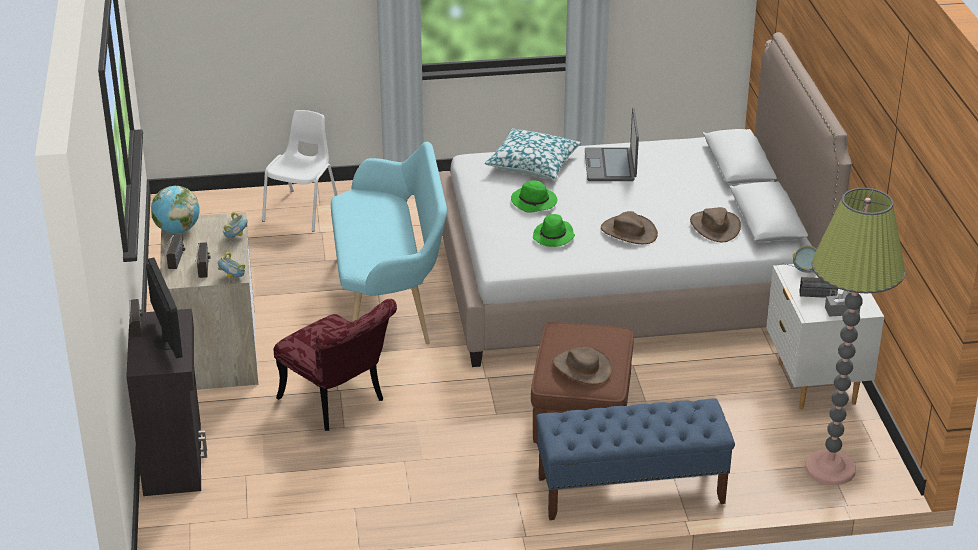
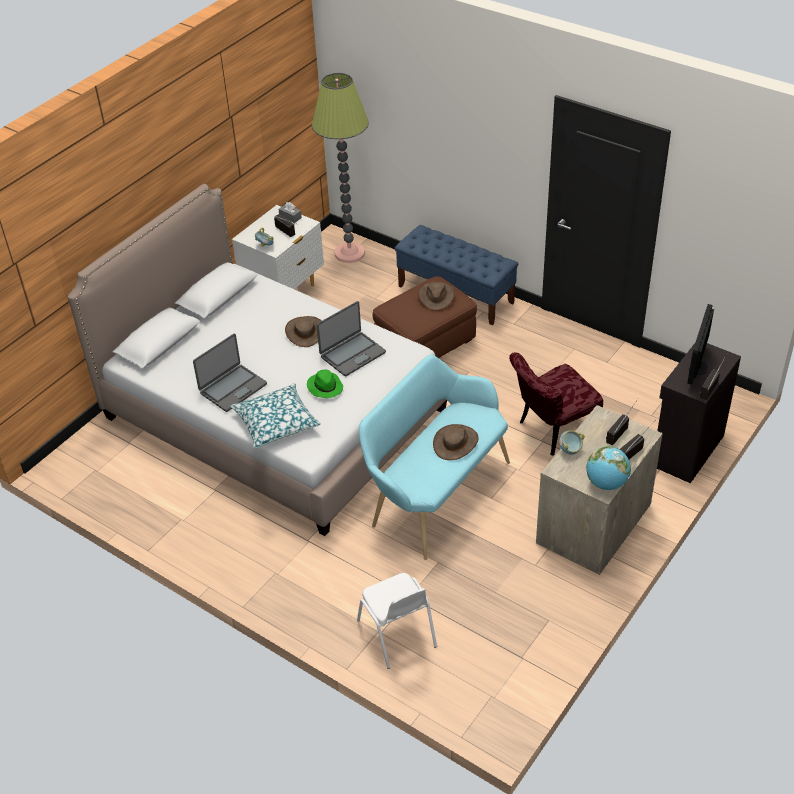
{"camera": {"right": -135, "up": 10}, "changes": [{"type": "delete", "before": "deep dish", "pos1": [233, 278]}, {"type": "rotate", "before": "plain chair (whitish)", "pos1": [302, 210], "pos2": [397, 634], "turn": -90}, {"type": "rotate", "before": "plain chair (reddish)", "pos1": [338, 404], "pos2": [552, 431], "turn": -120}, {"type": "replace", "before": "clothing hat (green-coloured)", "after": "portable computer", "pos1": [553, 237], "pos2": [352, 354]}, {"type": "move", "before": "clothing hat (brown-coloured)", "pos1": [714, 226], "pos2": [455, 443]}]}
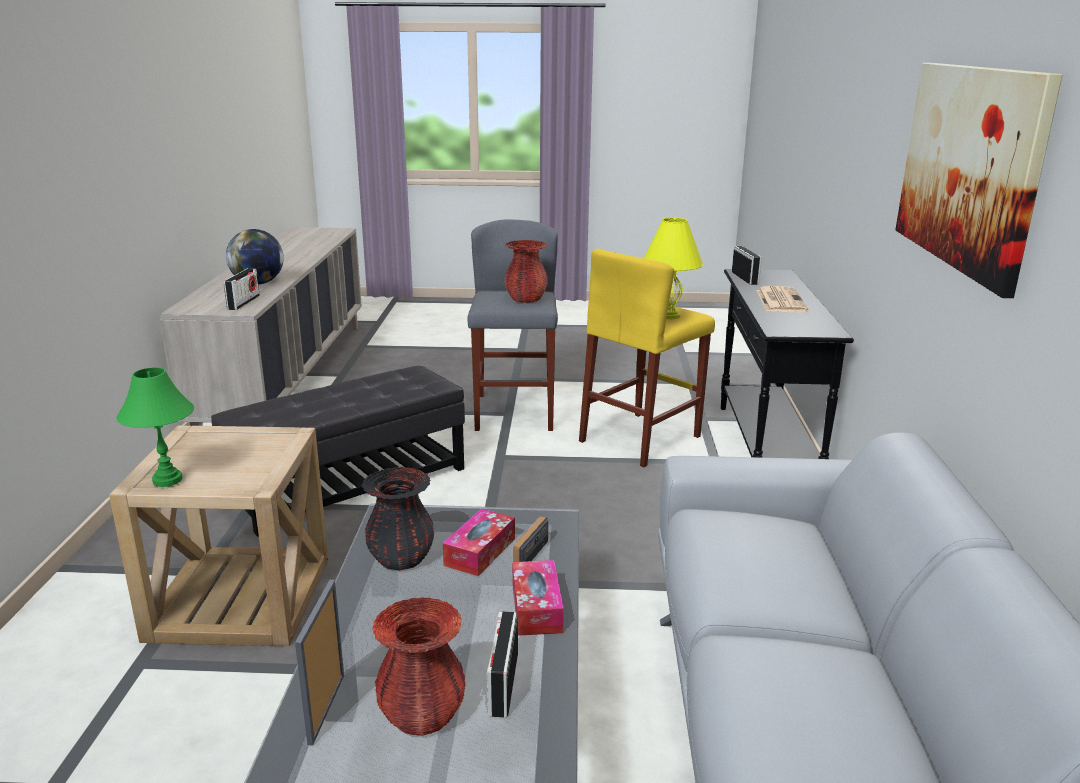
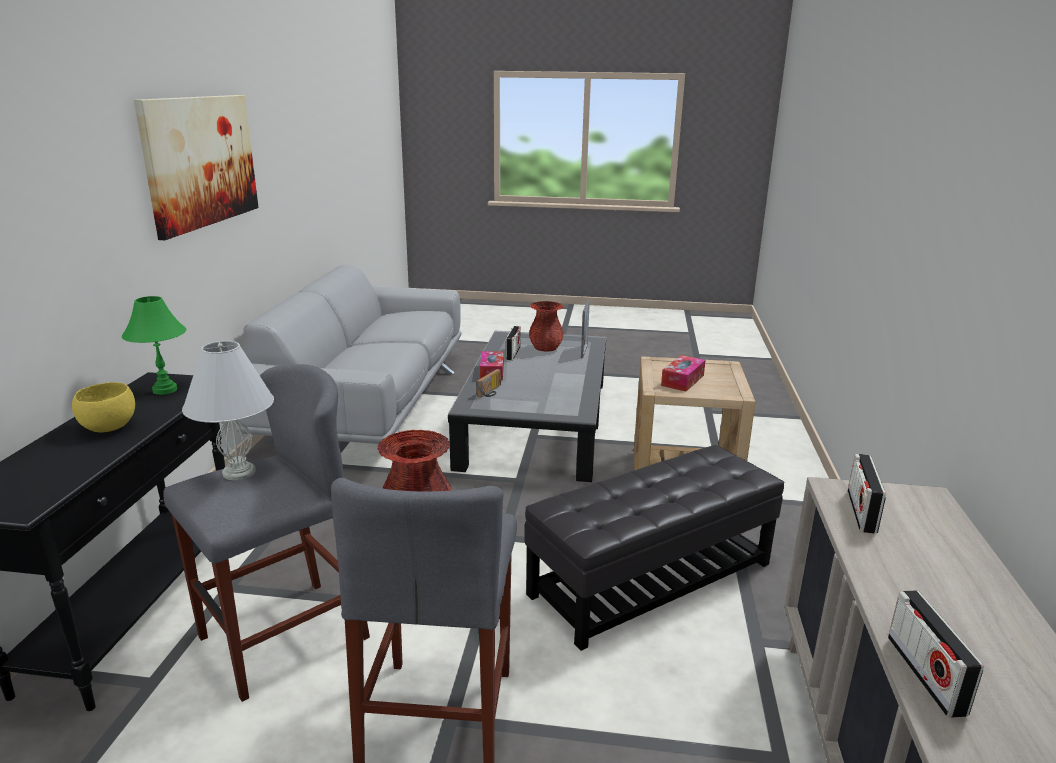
{"camera": {"right": -175, "up": 0}, "changes": [{"type": "move", "before": "table lamp (green-coloured)", "pos1": [167, 480], "pos2": [165, 390]}, {"type": "delete", "before": "globe", "pos1": [258, 283]}, {"type": "delete", "before": "flower vase (black)", "pos1": [401, 559]}, {"type": "move", "before": "tissue holder", "pos1": [480, 552], "pos2": [682, 380]}, {"type": "recolor", "before": "stool seat (yellowish)", "after": "stool seat (grey)", "pos1": [640, 439], "pos2": [283, 637]}, {"type": "recolor", "before": "table lamp (yellowish)", "after": "table lamp (whitish)", "pos1": [668, 316], "pos2": [240, 472]}, {"type": "move", "before": "radio receiver", "pos1": [745, 278], "pos2": [925, 675]}, {"type": "replace", "before": "daily paper", "after": "deep dish (yellowish)", "pos1": [780, 300], "pos2": [109, 427]}]}
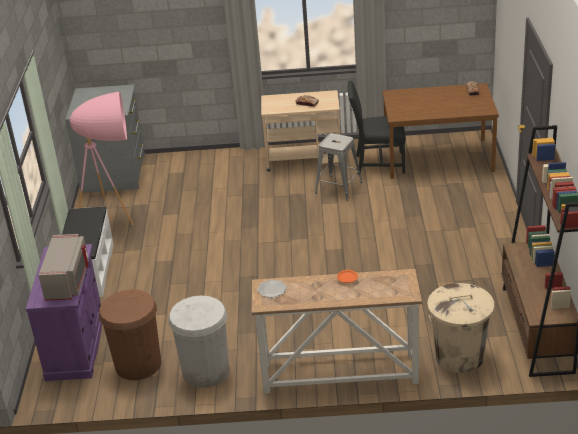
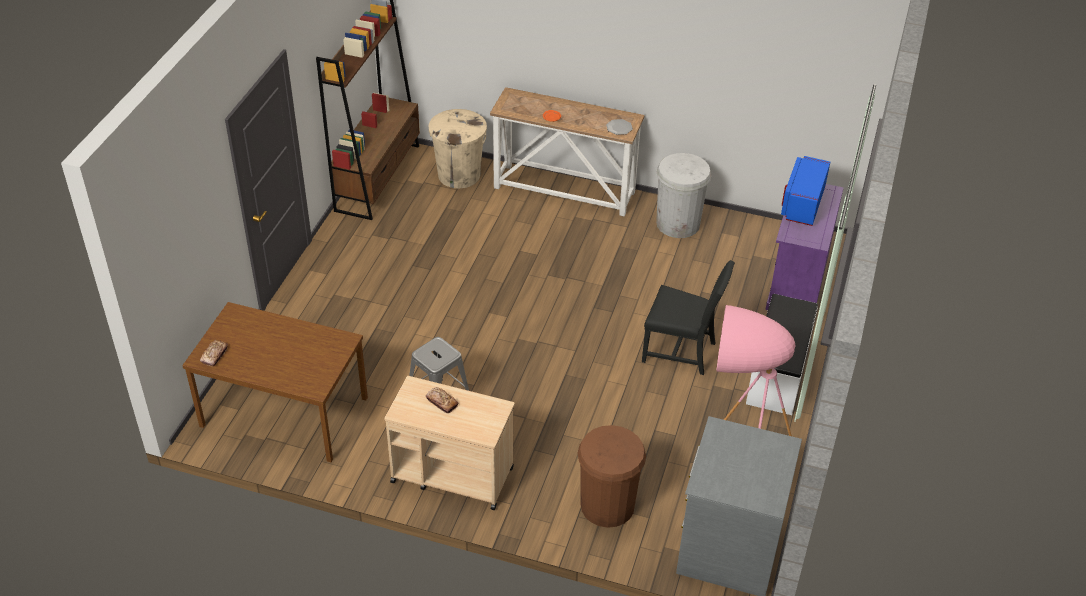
{"camera": {"right": -165, "up": 10}, "changes": [{"type": "recolor", "before": "microwave (grey)", "after": "microwave (blue-coloured)", "pos1": [68, 281], "pos2": [802, 203]}, {"type": "move", "before": "rubbish bin (brown-coloured)", "pos1": [138, 364], "pos2": [607, 505]}, {"type": "move", "before": "plain chair (black)", "pos1": [378, 163], "pos2": [681, 351]}]}
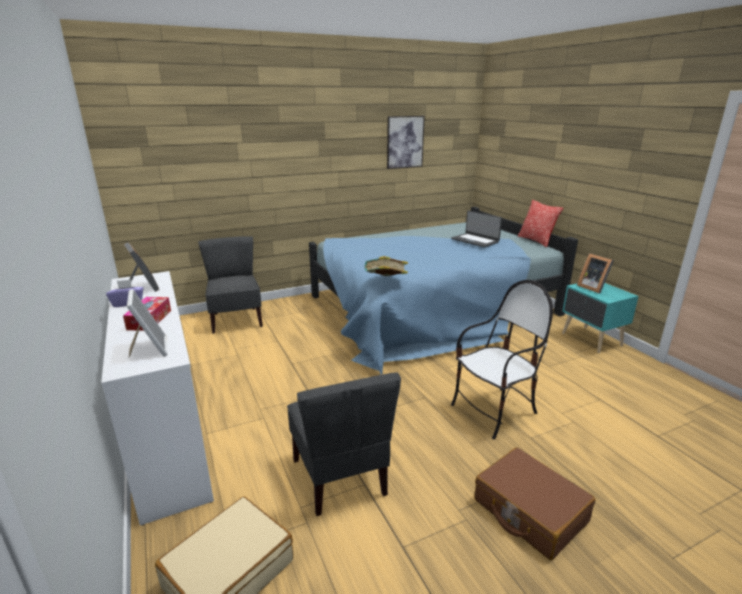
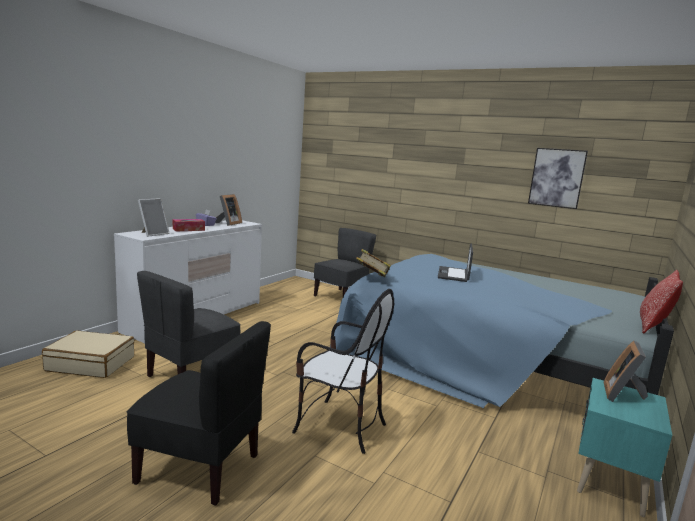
{"camera": {"right": 55, "up": -10}, "changes": [{"type": "move", "before": "portable computer", "pos1": [475, 240], "pos2": [454, 274]}, {"type": "replace", "before": "piece of luggage (brown-coloured)", "after": "plain chair (black)", "pos1": [529, 511], "pos2": [200, 468]}]}
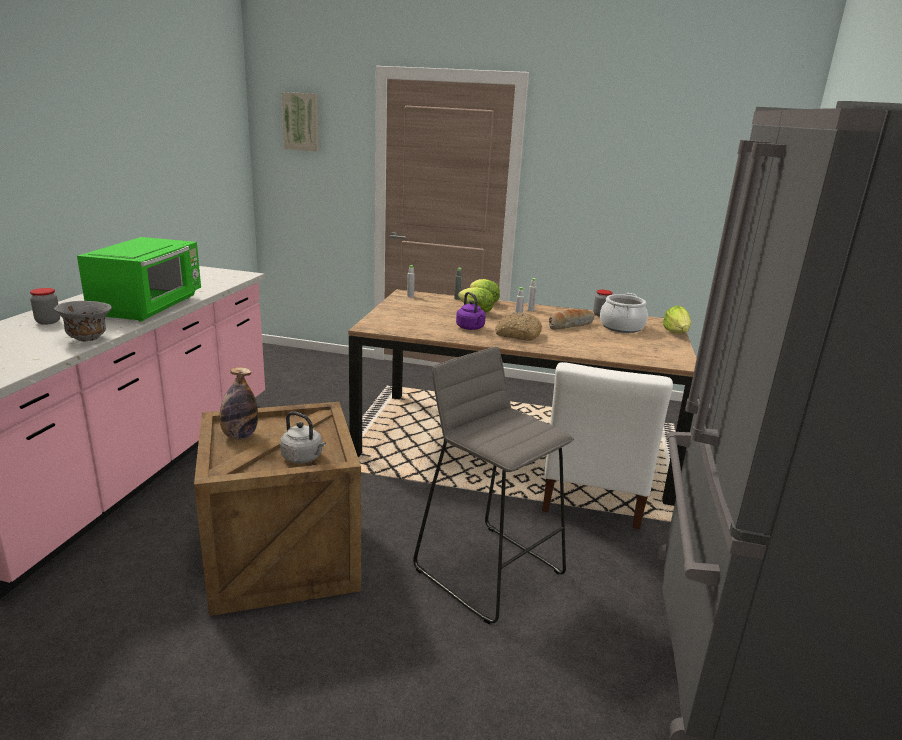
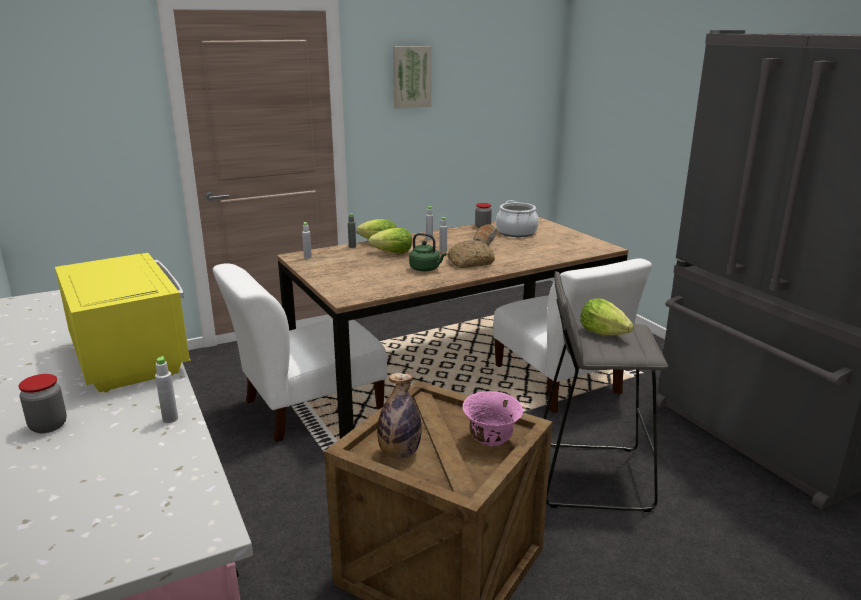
{"camera": {"right": -40, "up": 0}, "changes": [{"type": "replace", "before": "deep dish (grey)", "after": "bottle (grey)", "pos1": [88, 339], "pos2": [170, 419]}, {"type": "recolor", "before": "microwave (green-coloured)", "after": "microwave (yellowish)", "pos1": [150, 306], "pos2": [130, 357]}, {"type": "replace", "before": "kettle (grey)", "after": "deep dish (pink)", "pos1": [303, 458], "pos2": [491, 441]}, {"type": "move", "before": "wall picture", "pos1": [301, 122], "pos2": [411, 77]}, {"type": "recolor", "before": "kettle (purple)", "after": "kettle (green-coloured)", "pos1": [471, 328], "pos2": [426, 269]}, {"type": "move", "before": "head of lettuce", "pos1": [676, 333], "pos2": [603, 333]}, {"type": "insert", "after": "plain chair (whitish)", "pos2": [308, 407]}]}
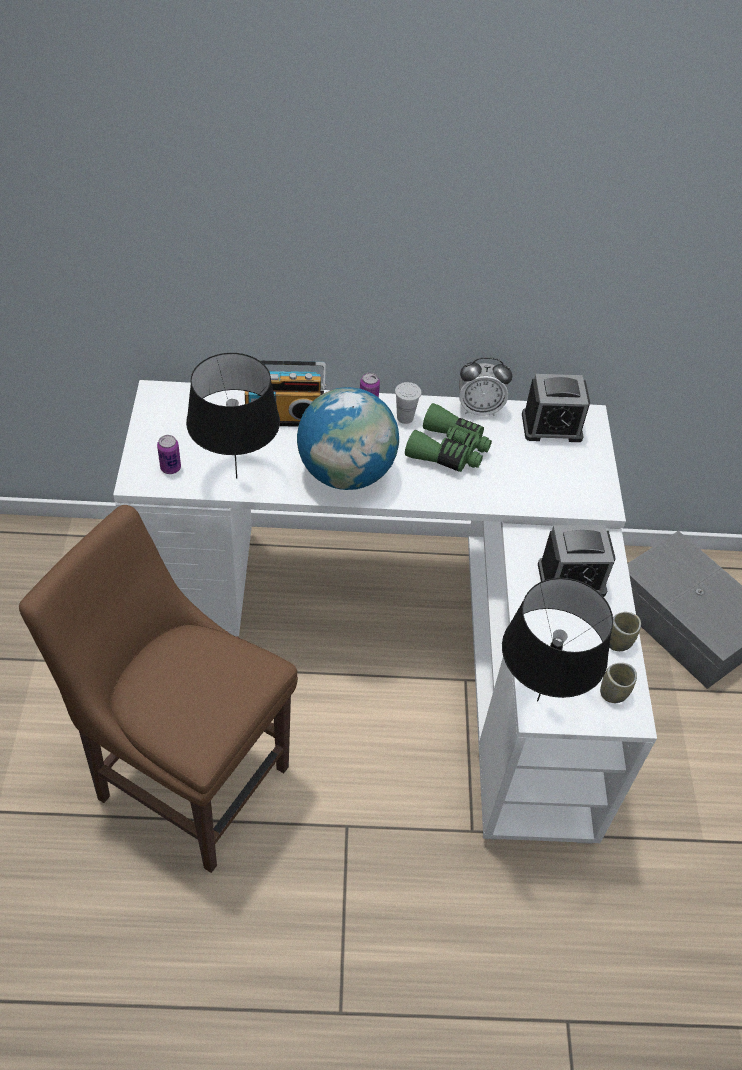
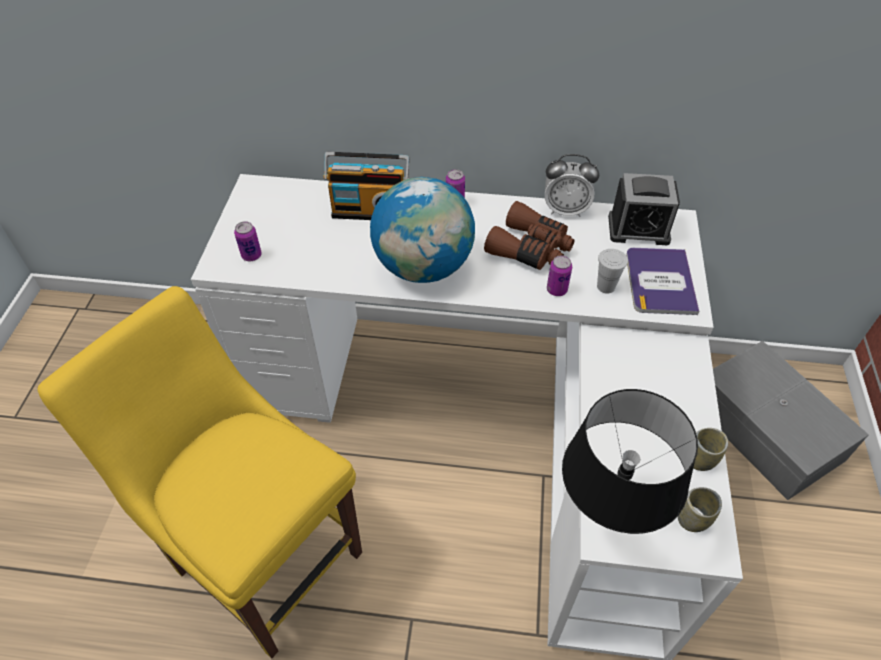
{"camera": {"right": 10, "up": 0}, "changes": [{"type": "recolor", "before": "plain chair (brown-coloured)", "after": "plain chair (yellowish)", "pos1": [187, 777], "pos2": [264, 555]}, {"type": "delete", "before": "table lamp (black)", "pos1": [235, 478]}, {"type": "move", "before": "drinking cup (whitish)", "pos1": [405, 418], "pos2": [606, 286]}, {"type": "recolor", "before": "field glasses (green-coloured)", "after": "field glasses (brown-coloured)", "pos1": [449, 450], "pos2": [530, 248]}, {"type": "delete", "before": "alarm clock", "pos1": [571, 578]}, {"type": "insert", "after": "sealed can", "pos2": [556, 290]}, {"type": "insert", "after": "volume", "pos2": [660, 281]}]}
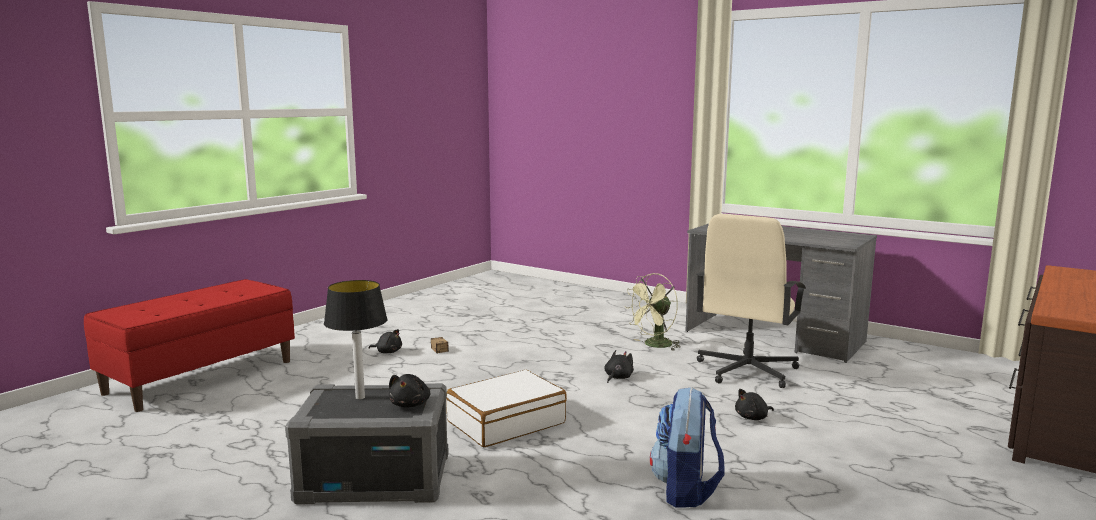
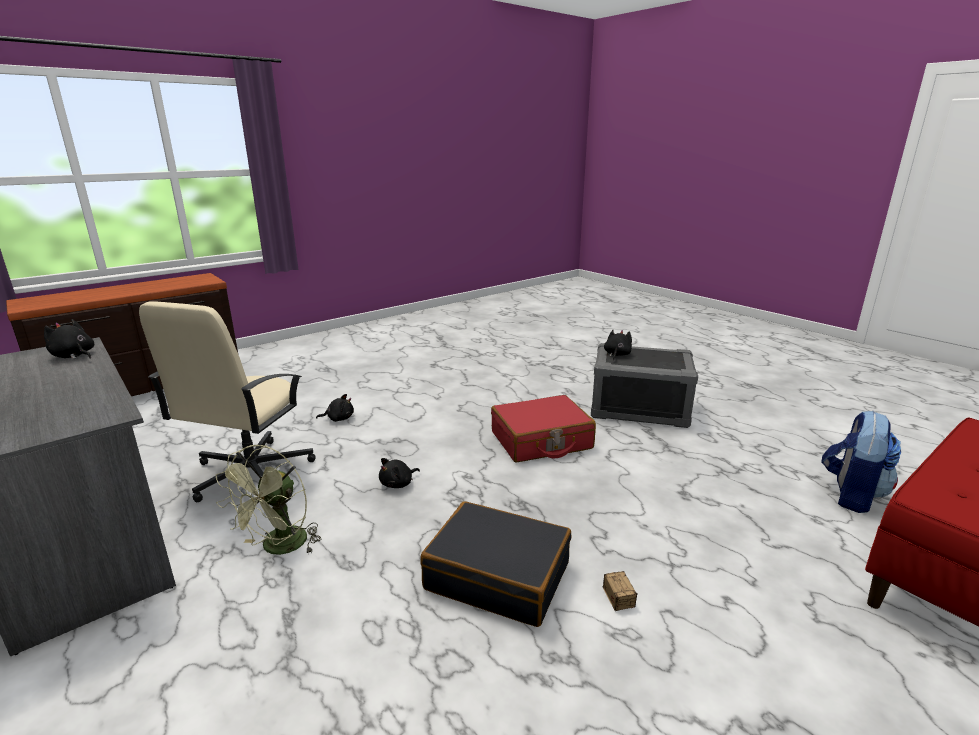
{"camera": {"right": -165, "up": 10}, "changes": [{"type": "delete", "before": "table lamp", "pos1": [359, 398]}, {"type": "move", "before": "cuddly toy (black)", "pos1": [388, 352], "pos2": [74, 356]}, {"type": "recolor", "before": "piece of luggage (whitish)", "after": "piece of luggage (reddish)", "pos1": [506, 422], "pos2": [541, 441]}, {"type": "rotate", "before": "fan (green-coloured)", "pos1": [654, 345], "pos2": [279, 548], "turn": 135}, {"type": "move", "before": "backpack", "pos1": [686, 490], "pos2": [851, 494]}, {"type": "rotate", "before": "desk chair (beige-coloured)", "pos1": [746, 371], "pos2": [250, 473], "turn": 150}, {"type": "insert", "after": "piece of luggage (black)", "pos2": [498, 575]}]}
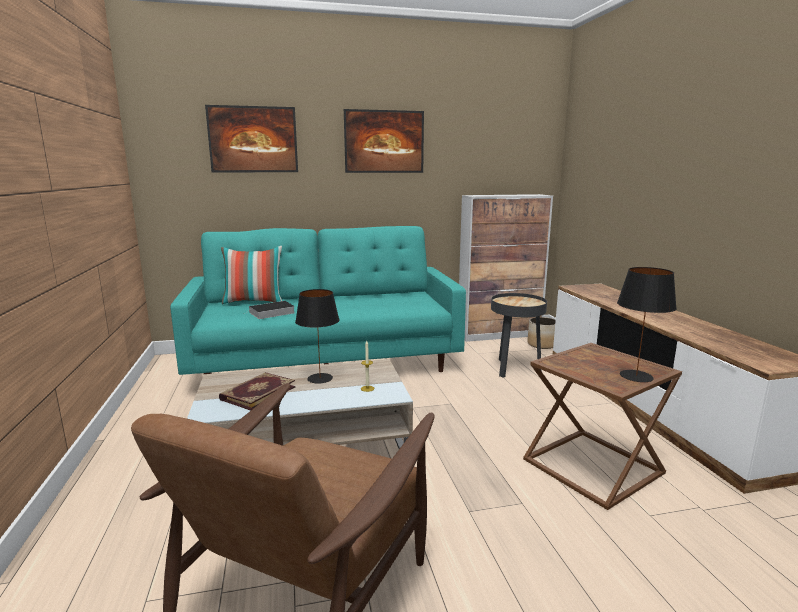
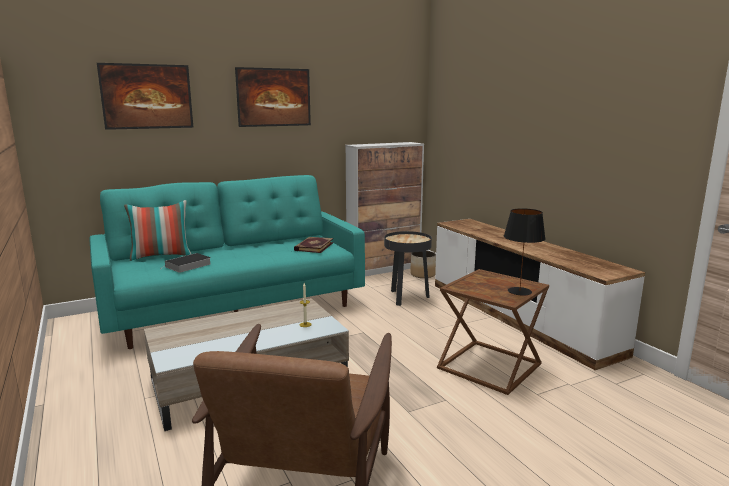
{"camera": {"right": -15, "up": 0}, "changes": [{"type": "move", "before": "volume", "pos1": [257, 393], "pos2": [313, 246]}, {"type": "delete", "before": "table lamp (black)", "pos1": [320, 378]}]}
